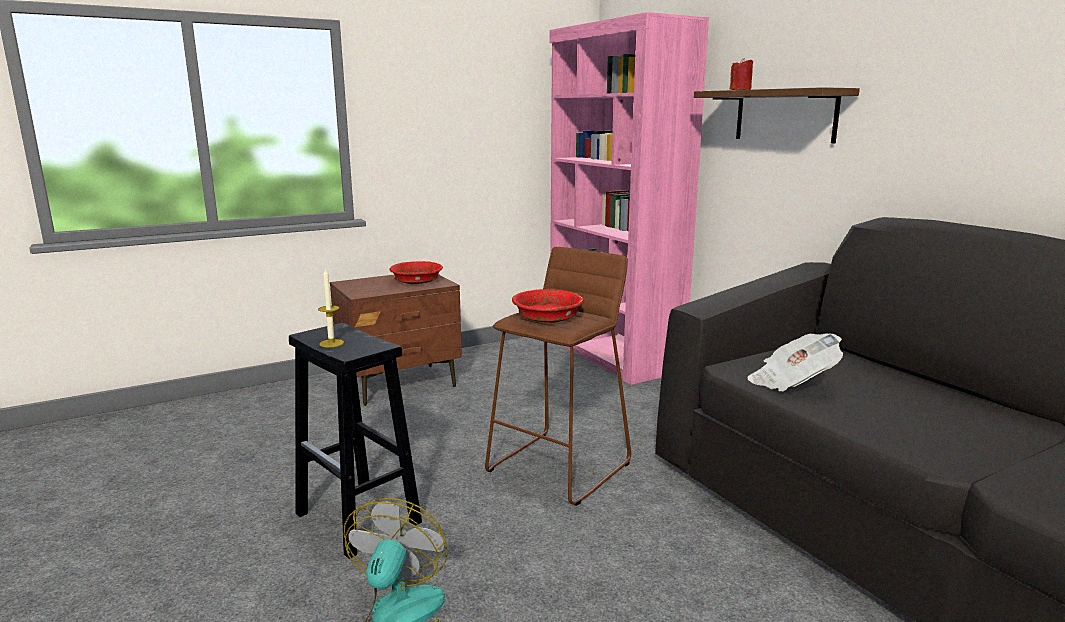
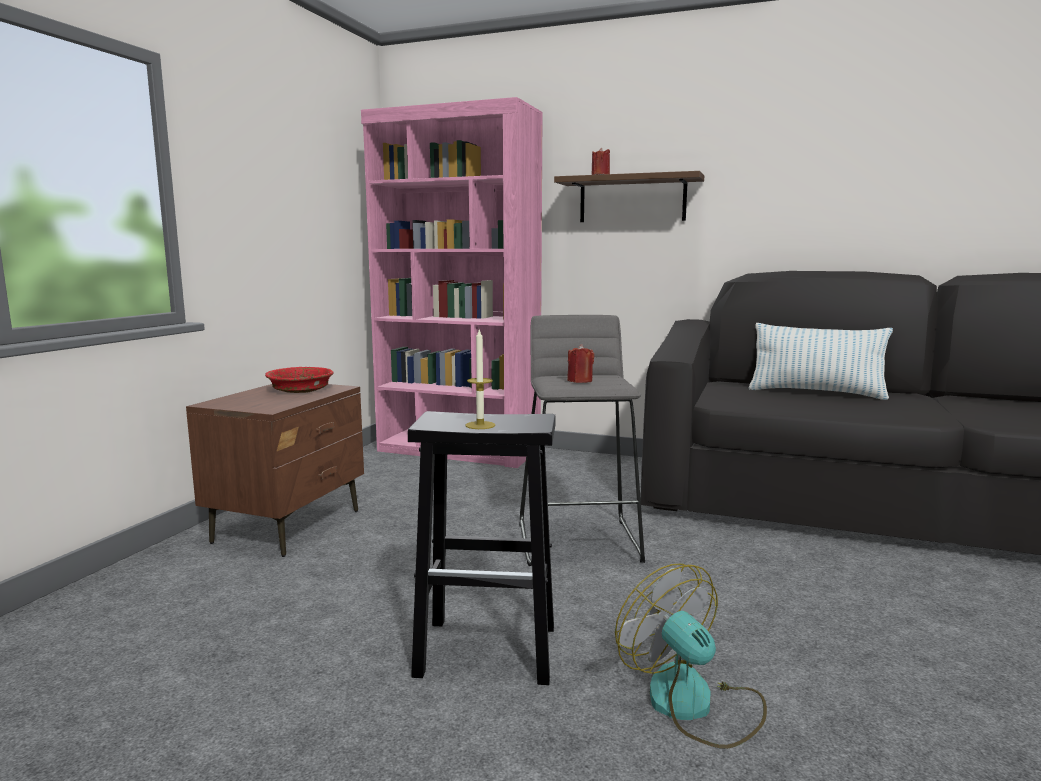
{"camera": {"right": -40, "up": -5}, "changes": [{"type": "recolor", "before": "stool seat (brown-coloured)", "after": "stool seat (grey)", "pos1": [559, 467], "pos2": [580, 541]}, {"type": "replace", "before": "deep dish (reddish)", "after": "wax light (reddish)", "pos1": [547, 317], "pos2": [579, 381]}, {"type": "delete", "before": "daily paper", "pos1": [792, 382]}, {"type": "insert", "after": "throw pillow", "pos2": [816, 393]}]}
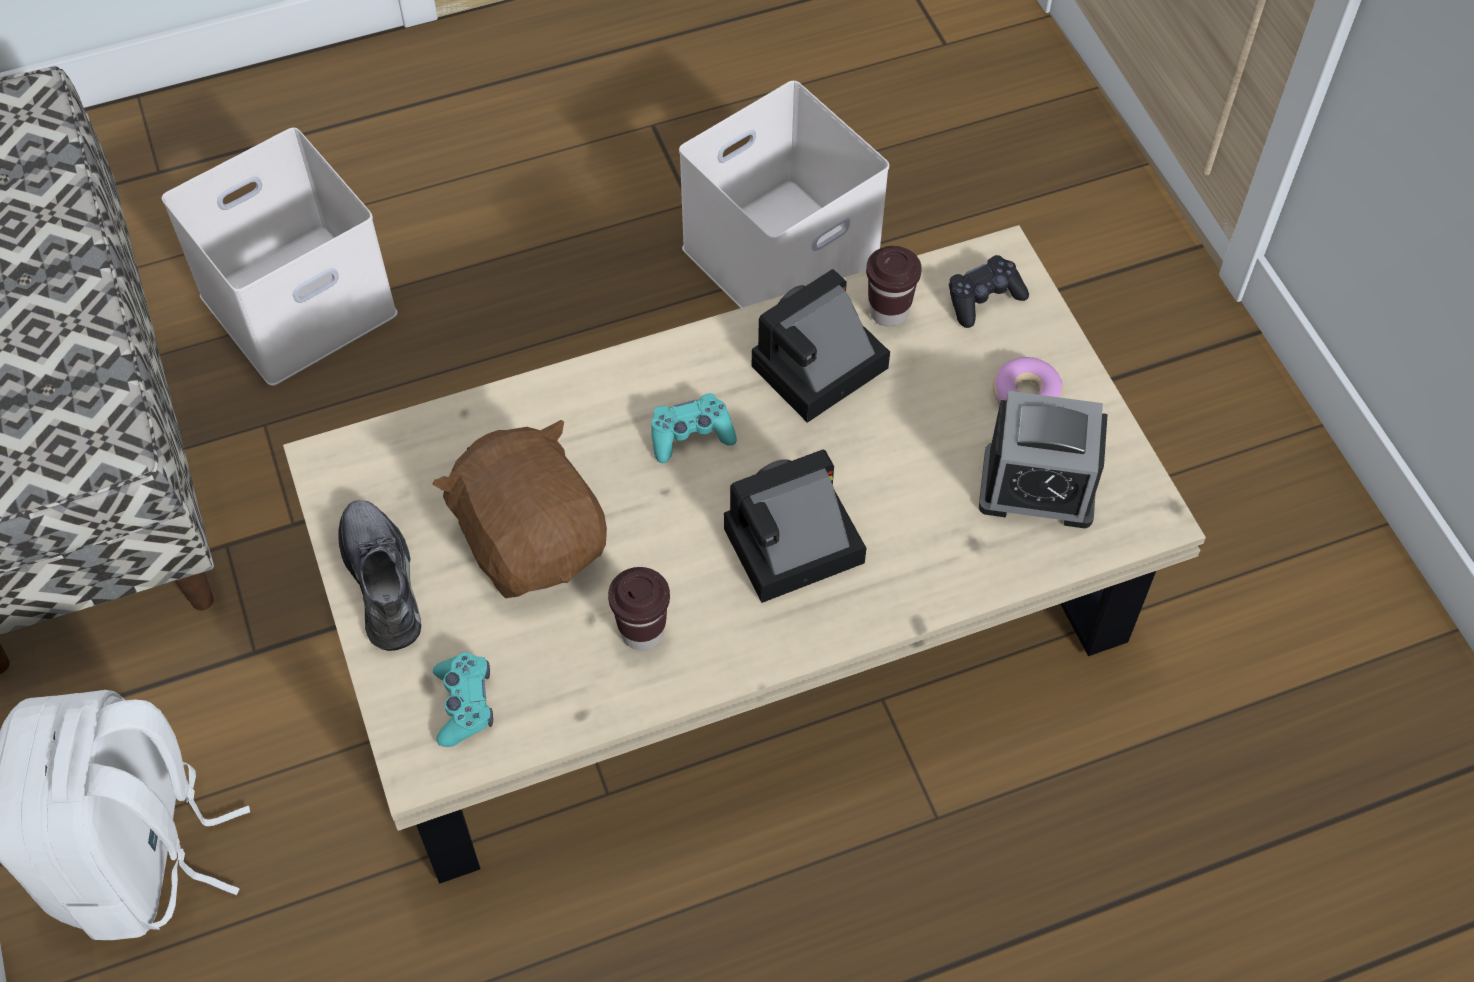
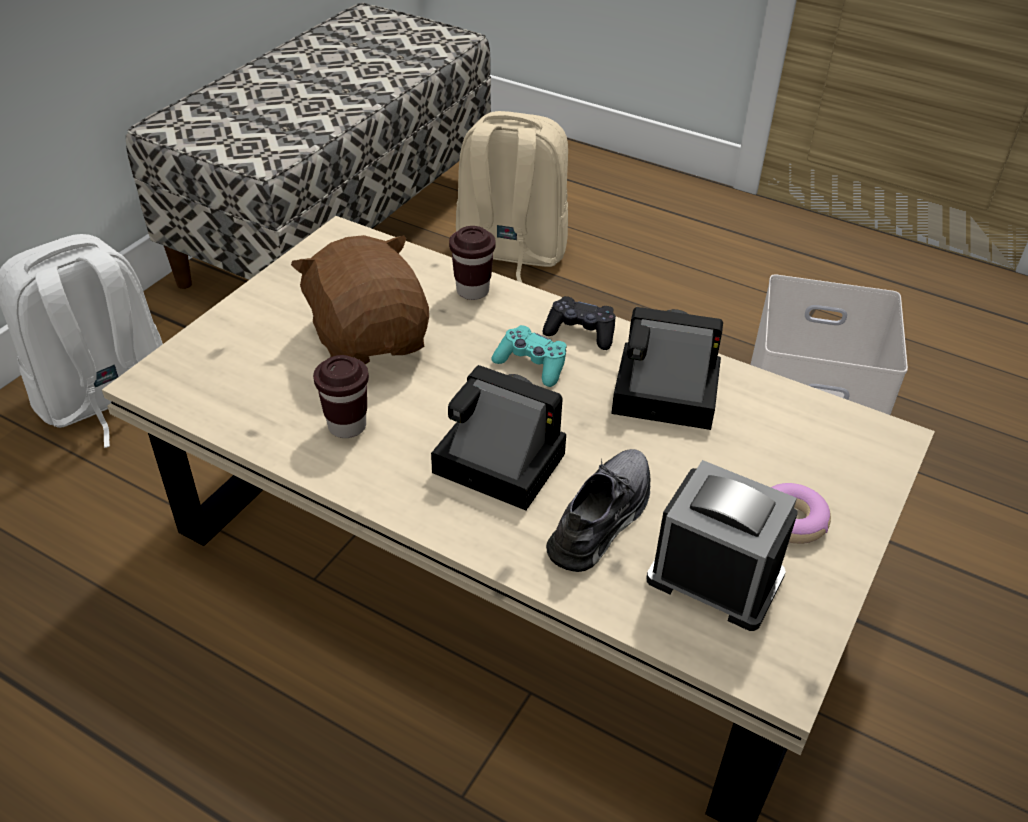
{"camera": {"right": 50, "up": -15}, "changes": [{"type": "replace", "before": "storage container (whitish)", "after": "backpack (beige-coloured)", "pos1": [297, 308], "pos2": [509, 254]}, {"type": "move", "before": "shoe (grey)", "pos1": [382, 580], "pos2": [602, 517]}, {"type": "rotate", "before": "cuddly toy (brown-coloured)", "pos1": [532, 540], "pos2": [370, 339], "turn": -45}, {"type": "delete", "before": "joypad (blue-green)", "pos1": [464, 704]}, {"type": "move", "before": "drinking cup (brown-coloured)", "pos1": [888, 312], "pos2": [472, 291]}, {"type": "move", "before": "joypad (black)", "pos1": [983, 299], "pos2": [580, 332]}, {"type": "rotate", "before": "alarm clock", "pos1": [1037, 487], "pos2": [715, 577], "turn": 150}]}
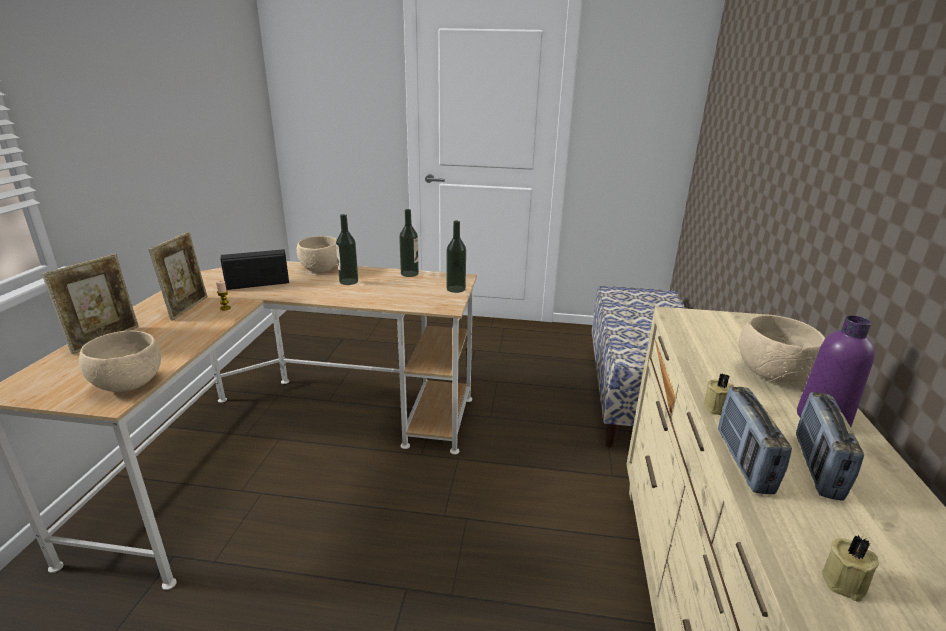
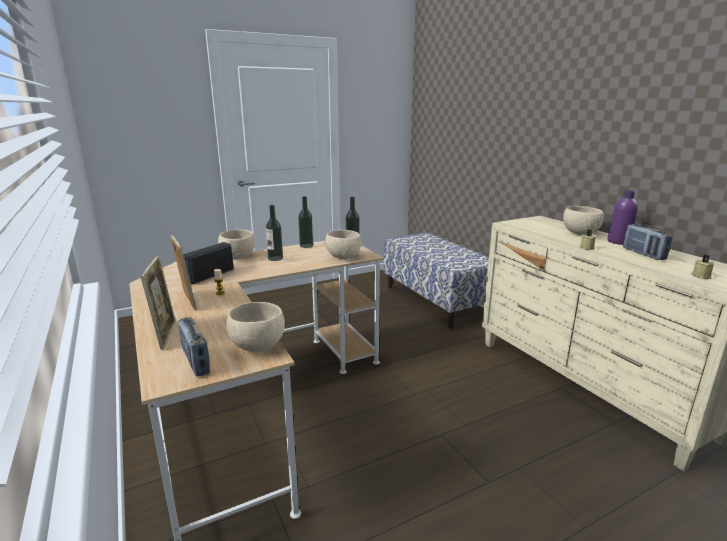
{"camera": {"right": -35, "up": -5}, "changes": [{"type": "move", "before": "radio receiver", "pos1": [743, 461], "pos2": [196, 362]}, {"type": "insert", "after": "deep dish (beige-coloured)", "pos2": [343, 257]}]}
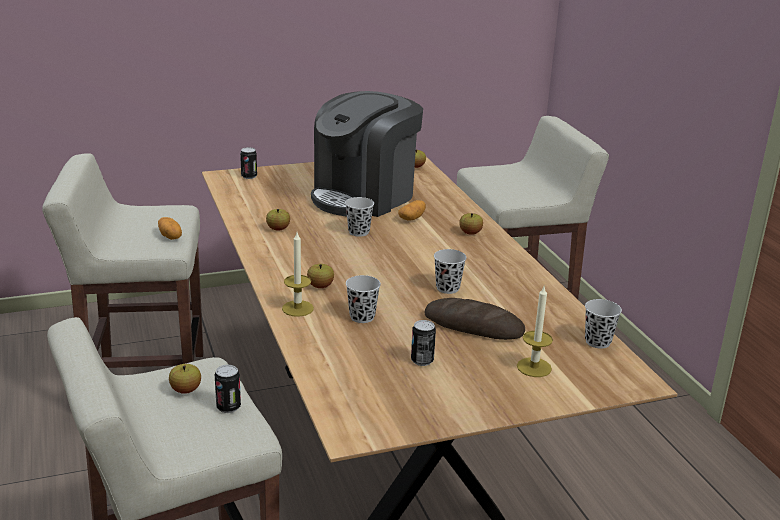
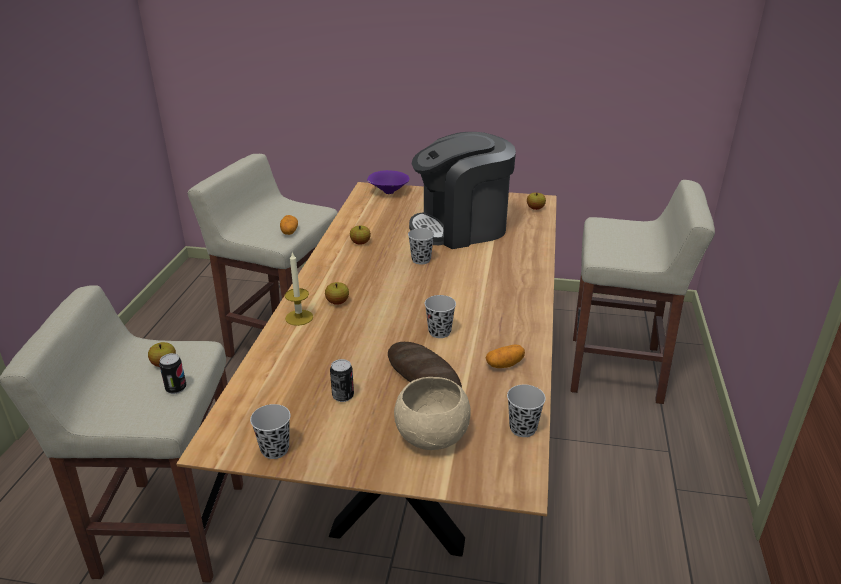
{"camera": {"right": 30, "up": 5}, "changes": [{"type": "replace", "before": "sealed can", "after": "deep dish (purple)", "pos1": [249, 176], "pos2": [387, 192]}, {"type": "move", "before": "drinking cup (black)", "pos1": [362, 317], "pos2": [275, 449]}, {"type": "move", "before": "potato", "pos1": [412, 218], "pos2": [504, 364]}, {"type": "delete", "before": "apple", "pos1": [470, 233]}, {"type": "replace", "before": "wax light", "after": "deep dish (beige-coloured)", "pos1": [534, 367], "pos2": [432, 435]}]}
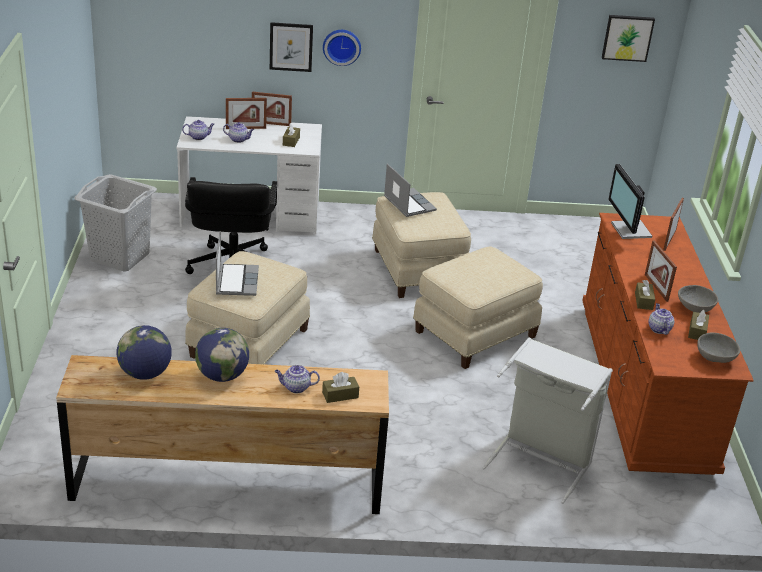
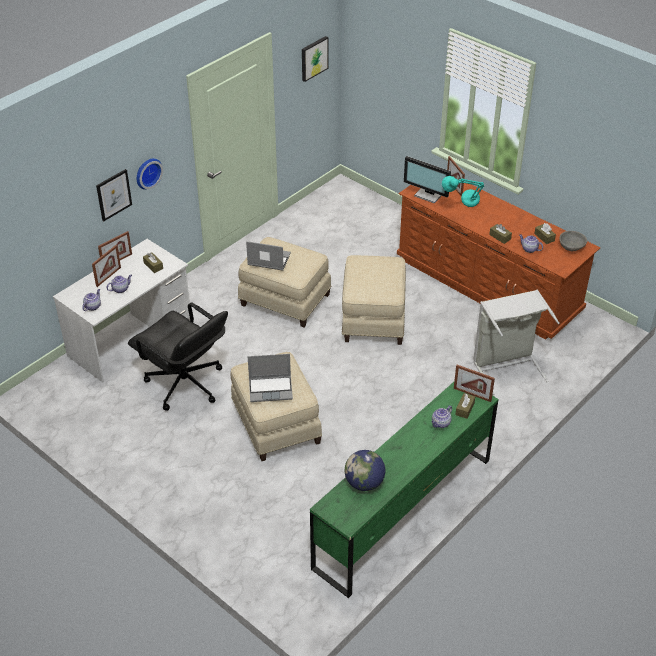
{"camera": {"right": -45, "up": 10}, "changes": [{"type": "recolor", "before": "drawer chest (brown-coloured)", "after": "drawer chest (green-coloured)", "pos1": [228, 484], "pos2": [403, 512]}, {"type": "delete", "before": "washing basket (grey)", "pos1": [120, 257]}, {"type": "delete", "before": "globe", "pos1": [222, 376]}, {"type": "rotate", "before": "portable computer", "pos1": [236, 281], "pos2": [271, 389], "turn": 135}, {"type": "move", "before": "picture frame", "pos1": [656, 287], "pos2": [472, 394]}, {"type": "delete", "before": "deep dish (grey)", "pos1": [694, 308]}, {"type": "insert", "after": "table lamp (blue-green)", "pos2": [462, 211]}]}
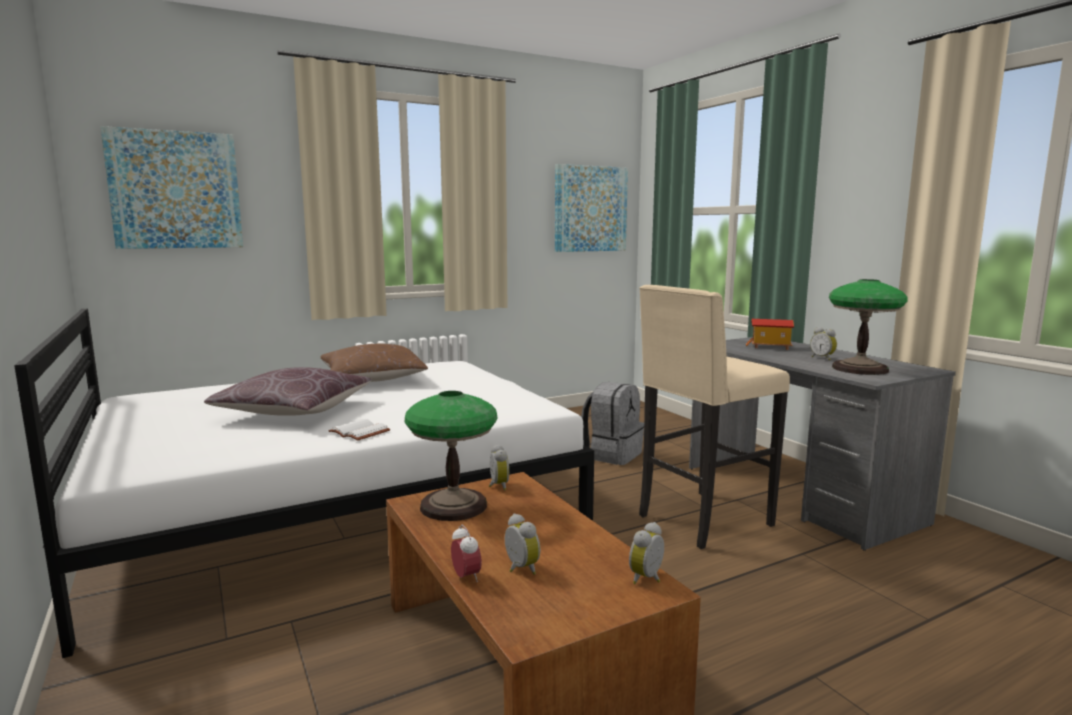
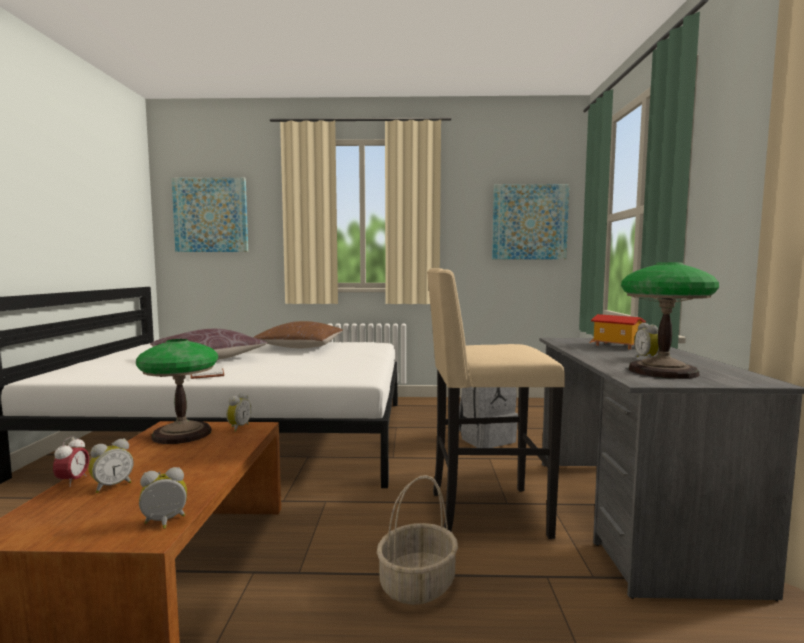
{"camera": {"right": 30, "up": -5}, "changes": [{"type": "rotate", "before": "alarm clock", "pos1": [519, 569], "pos2": [112, 486], "turn": 45}, {"type": "insert", "after": "household basket", "pos2": [417, 585]}]}
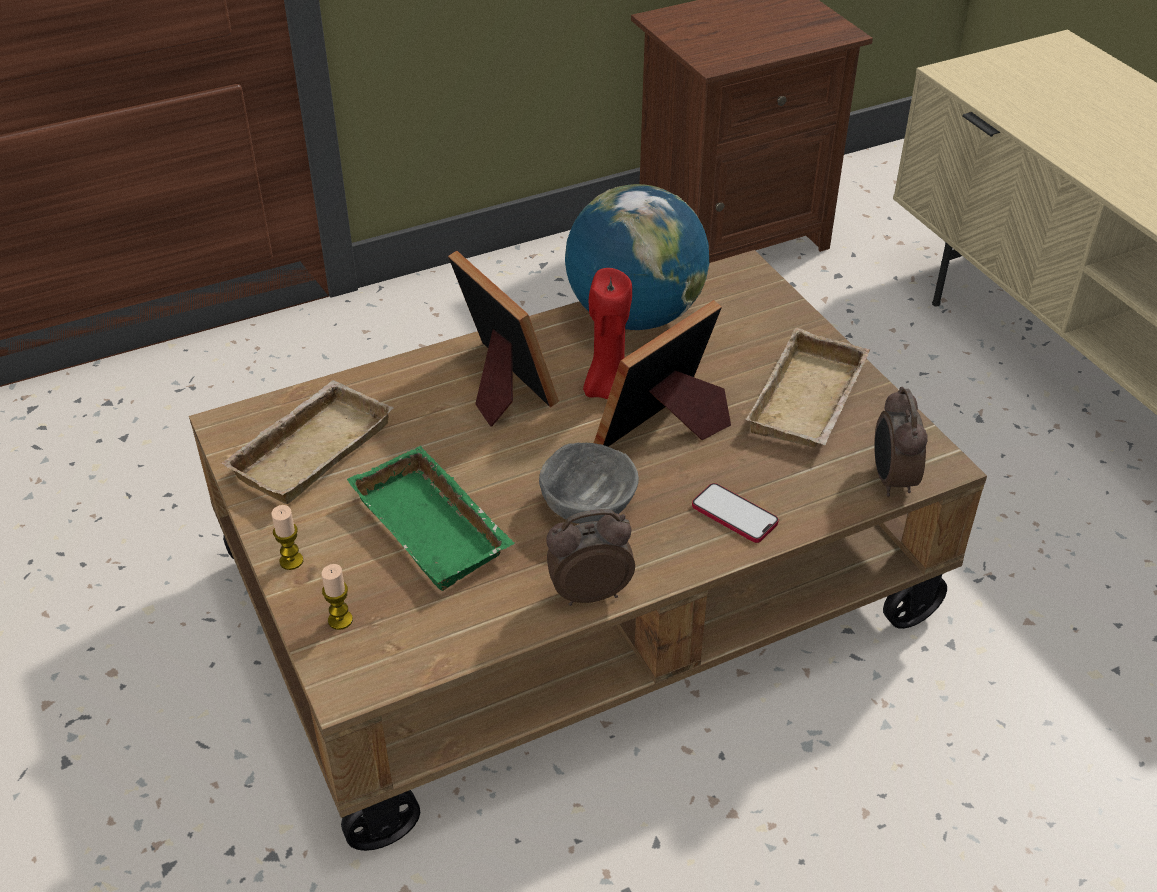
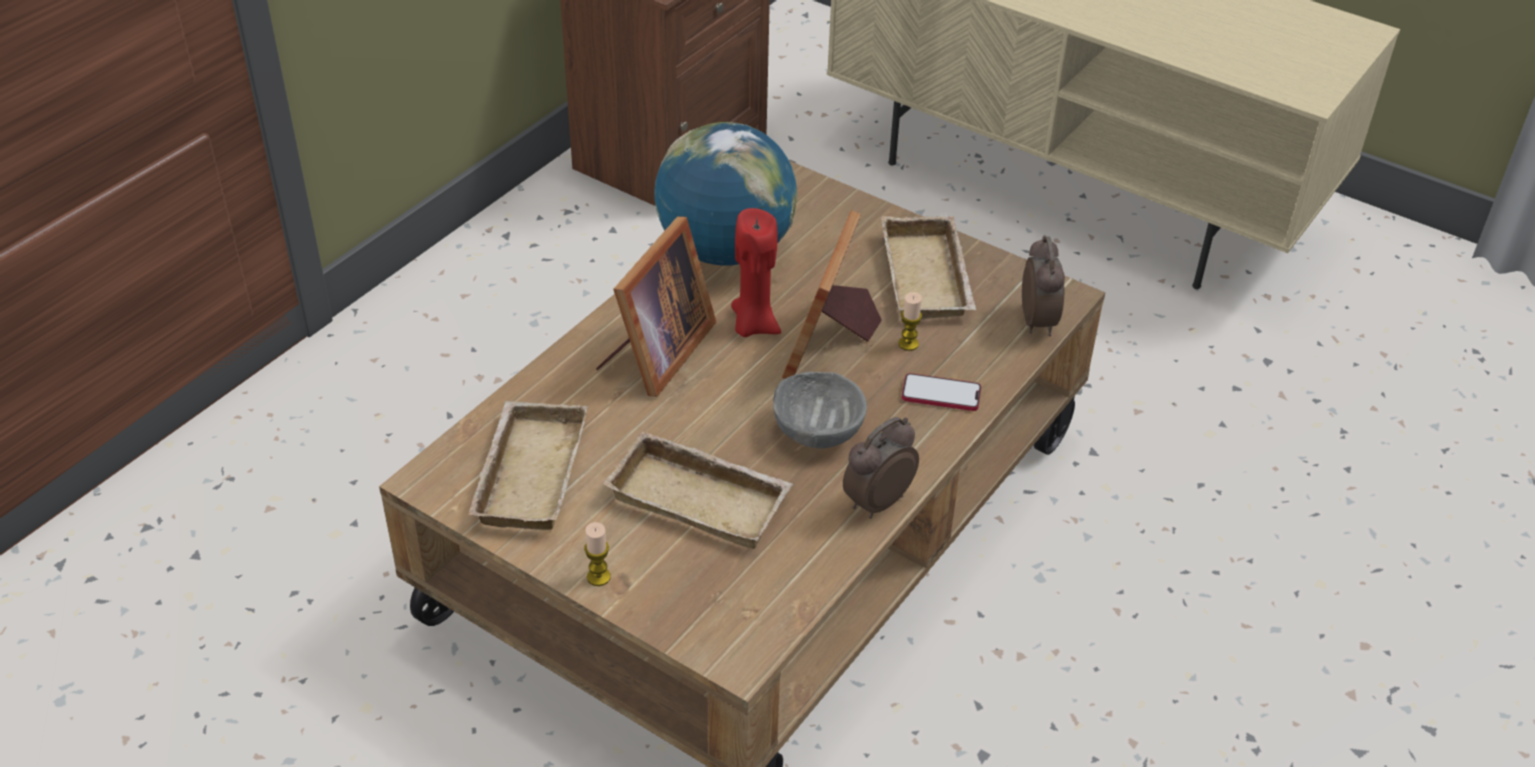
{"camera": {"right": -30, "up": 0}, "changes": [{"type": "move", "before": "wax light", "pos1": [340, 620], "pos2": [908, 344]}, {"type": "recolor", "before": "carrying tray (green-coloured)", "after": "carrying tray (beige-coloured)", "pos1": [436, 526], "pos2": [702, 497]}, {"type": "rotate", "before": "picture frame", "pos1": [499, 385], "pos2": [655, 354], "turn": 90}, {"type": "rotate", "before": "alarm clock", "pos1": [891, 480], "pos2": [1038, 321], "turn": -150}]}
